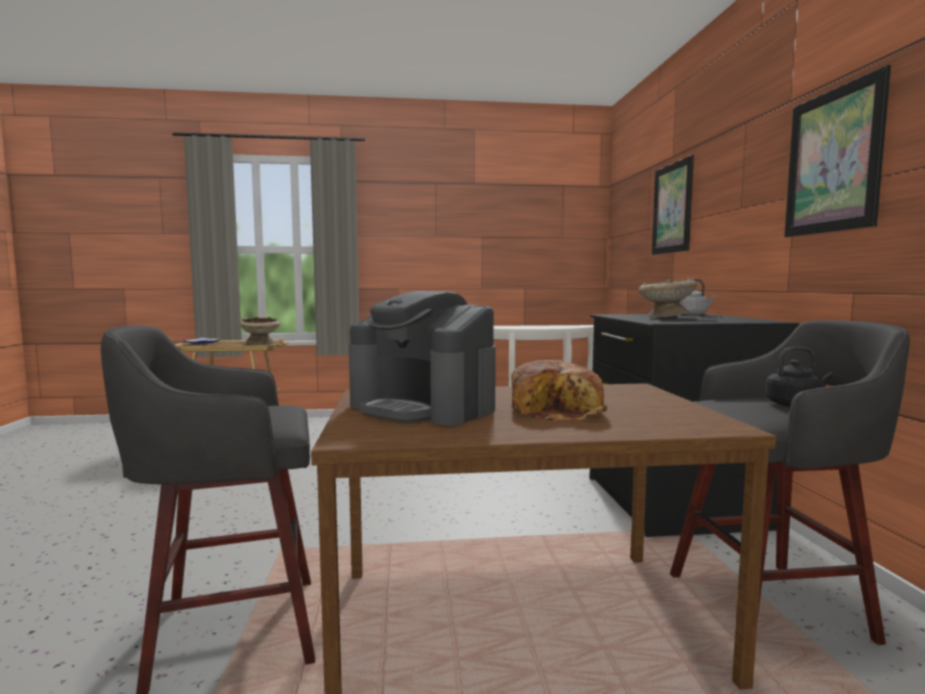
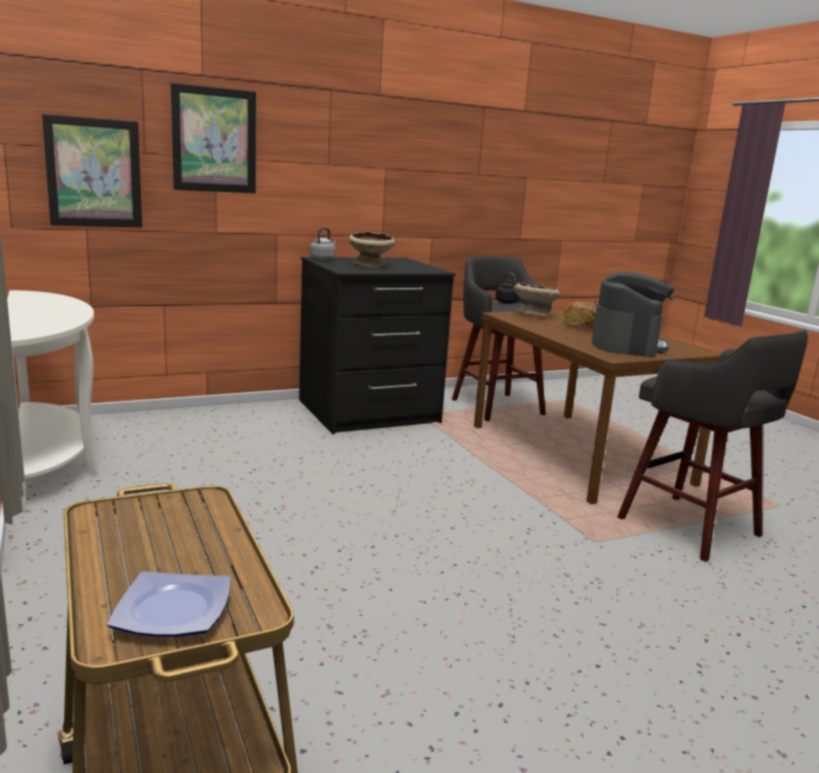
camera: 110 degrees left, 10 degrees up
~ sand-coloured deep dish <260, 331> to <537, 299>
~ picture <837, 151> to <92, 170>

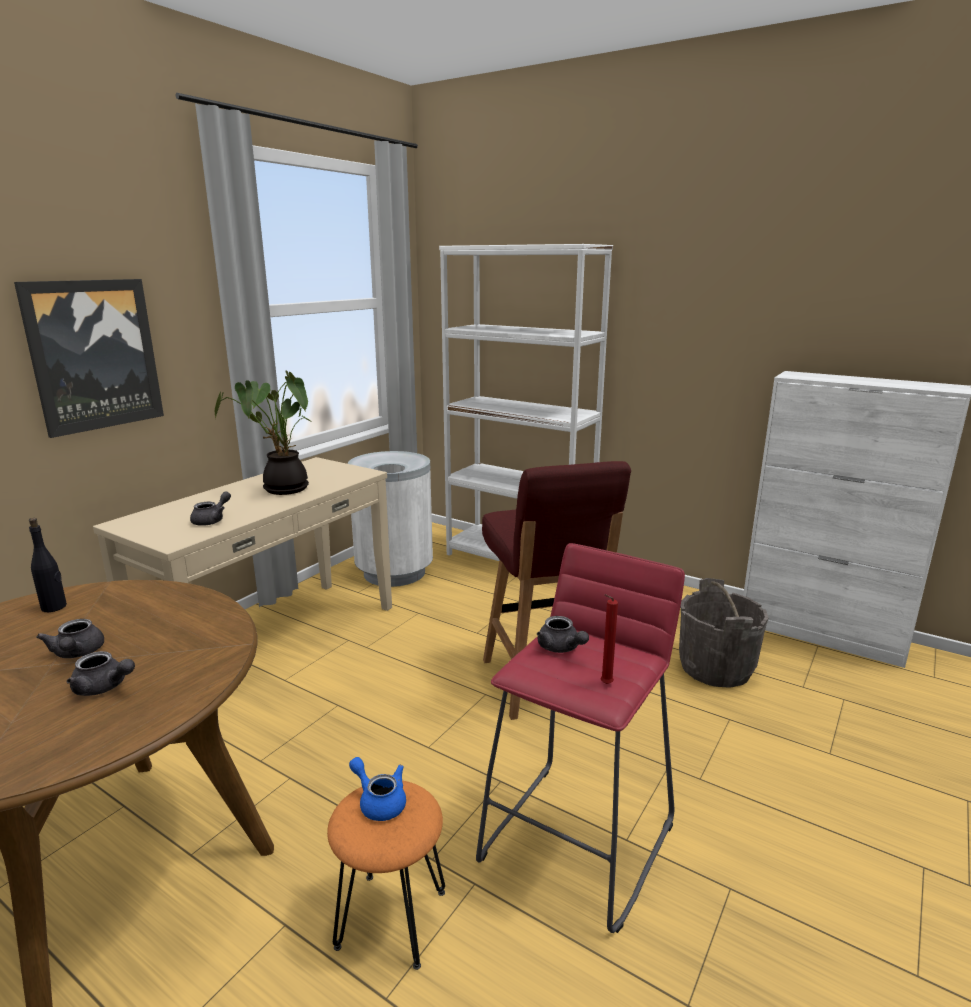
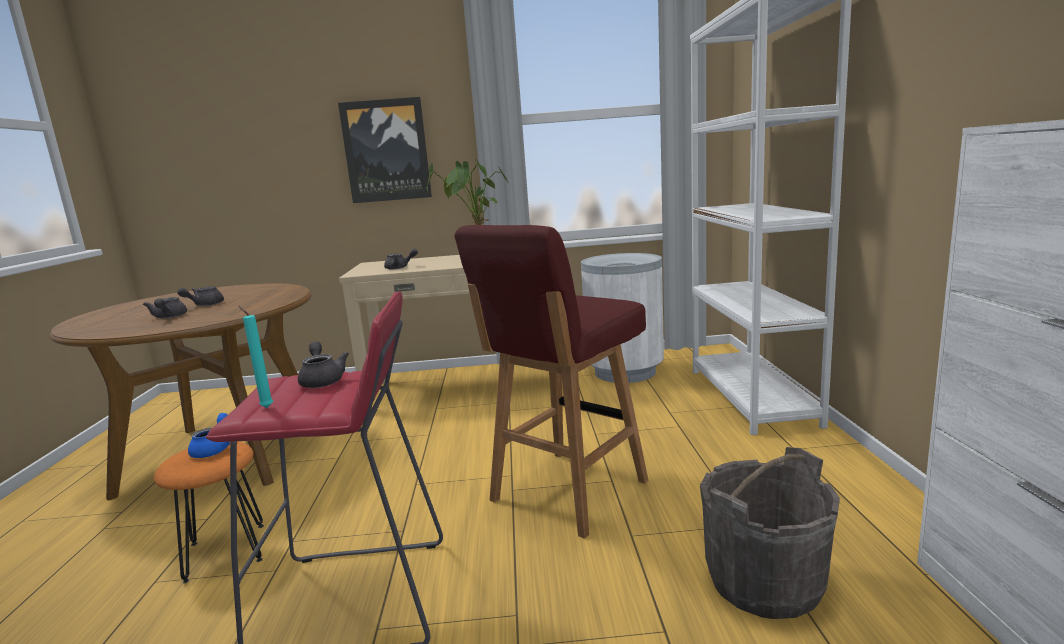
camera: 55 degrees right, 5 degrees down
- blackish drink bottle <48, 565>
~ grey pot for tea <563, 634> = <323, 364> 135 degrees clockwise
~ red candle <609, 639> to turquoise candle <255, 356>

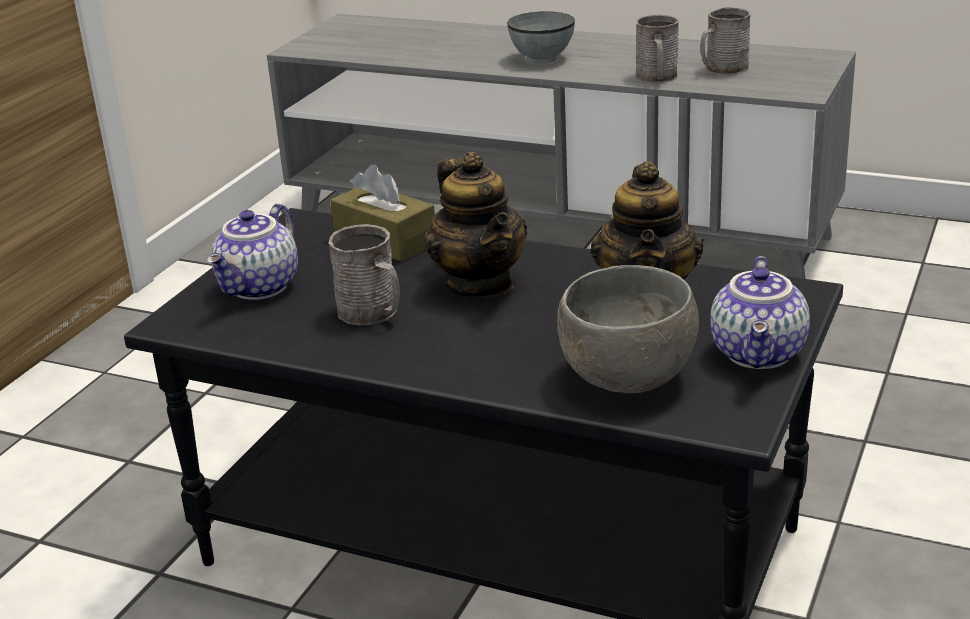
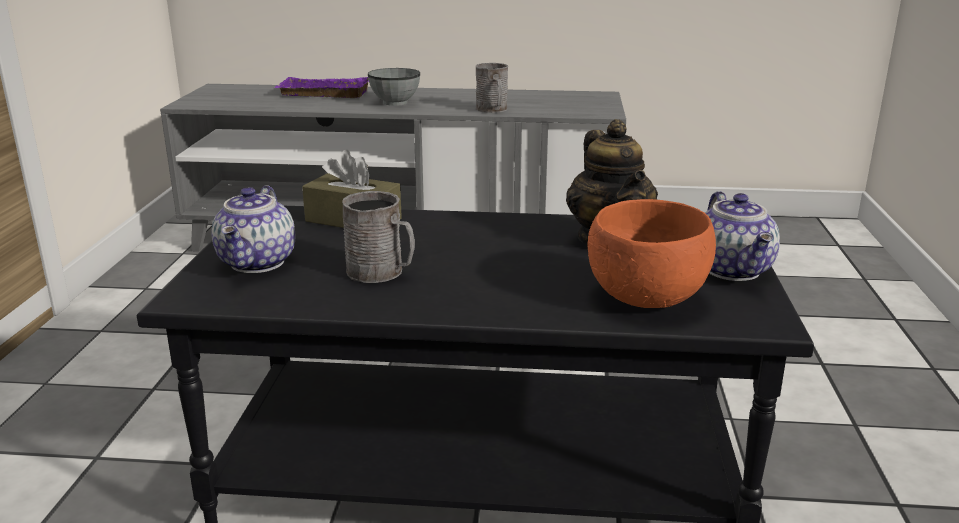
camera: 20 degrees left, 5 degrees down
- pot for tea <476, 225>
~ grey deep dish <628, 329> to orange-coloured deep dish <651, 253>
- grey tea mug <725, 41>
+ purple tray <321, 87>

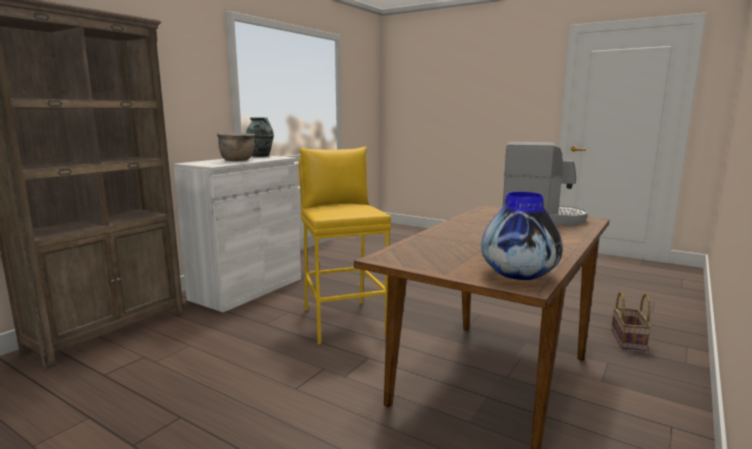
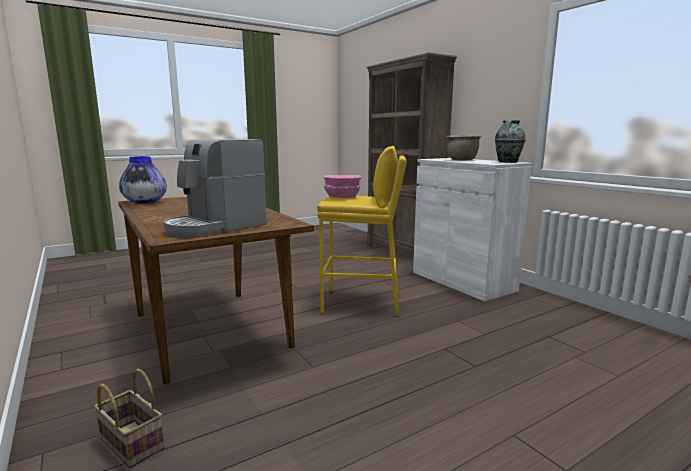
camera: 115 degrees right, 0 degrees up
+ pink-coloured deep dish <342, 186>

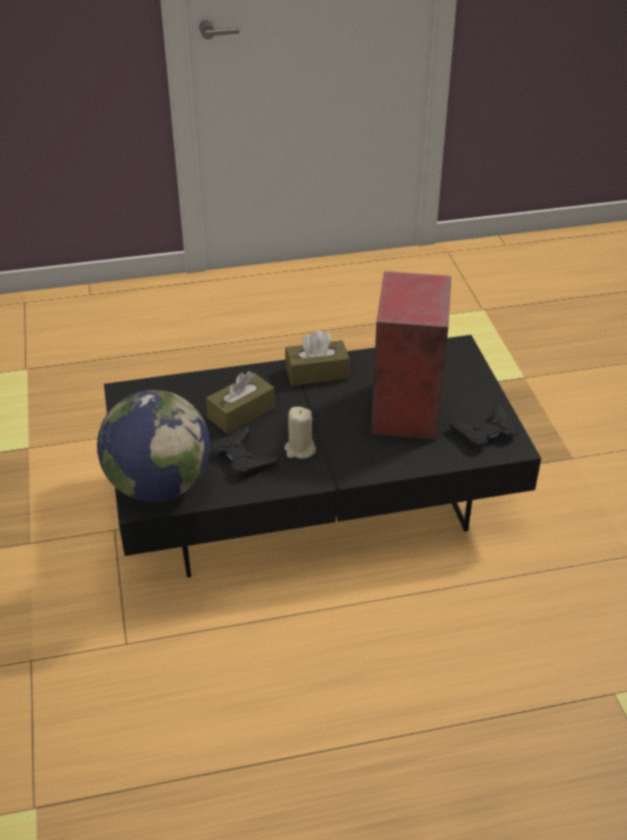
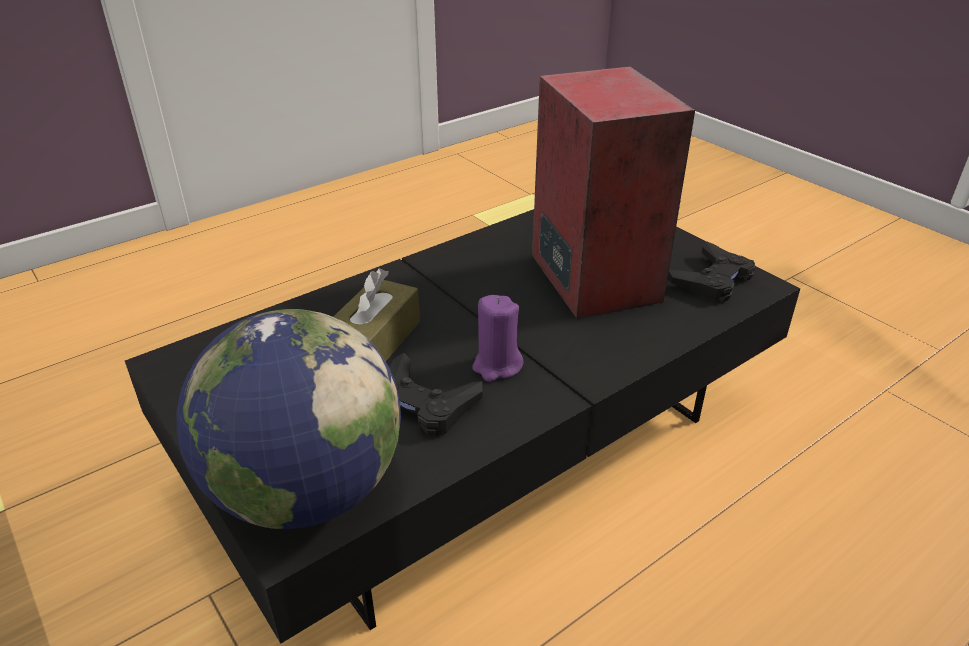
camera: 25 degrees left, 5 degrees down
~ sand-coloured candle <300, 433> to purple candle <498, 338>
- brown tissue box <317, 358>

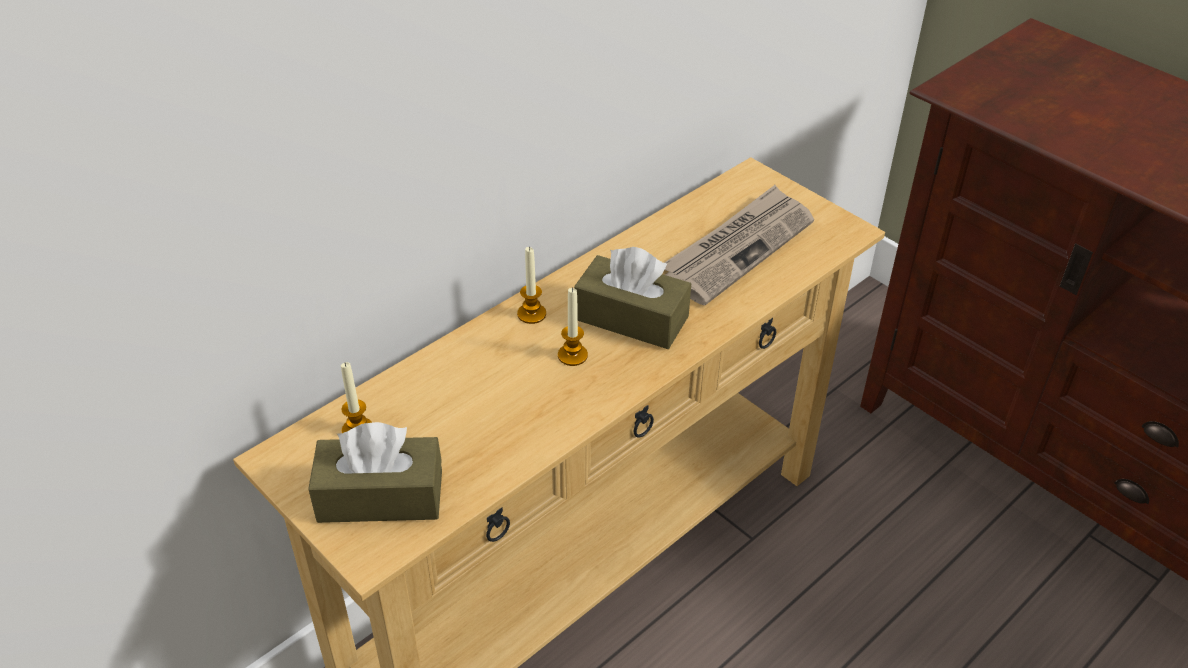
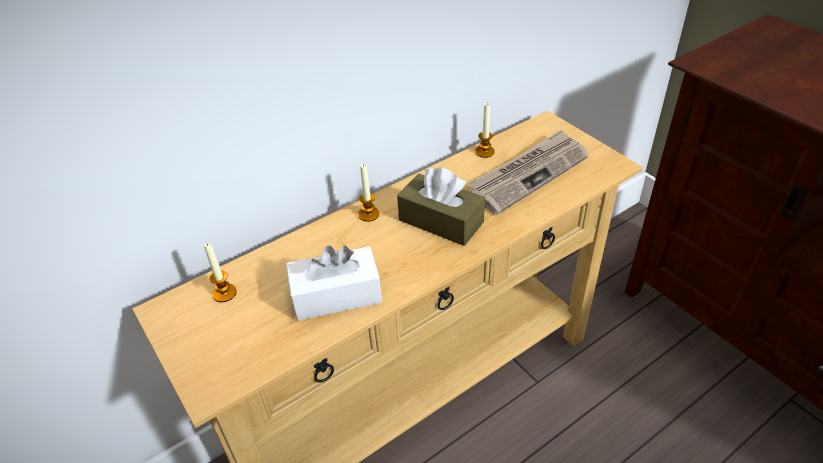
camera: 10 degrees right, 0 degrees up
- brown tissue box <375, 472>
~ candle <573, 327> to <485, 131>
+ white tissue box <334, 282>

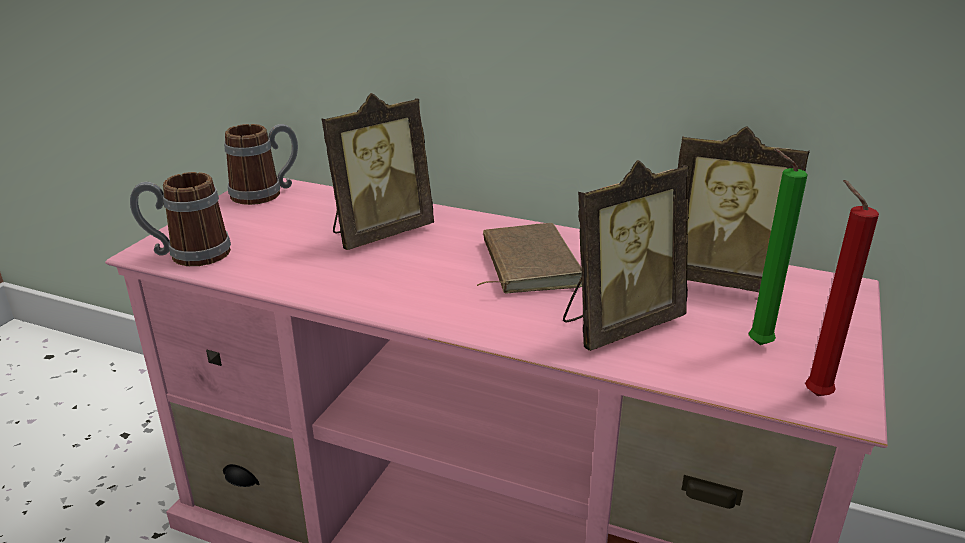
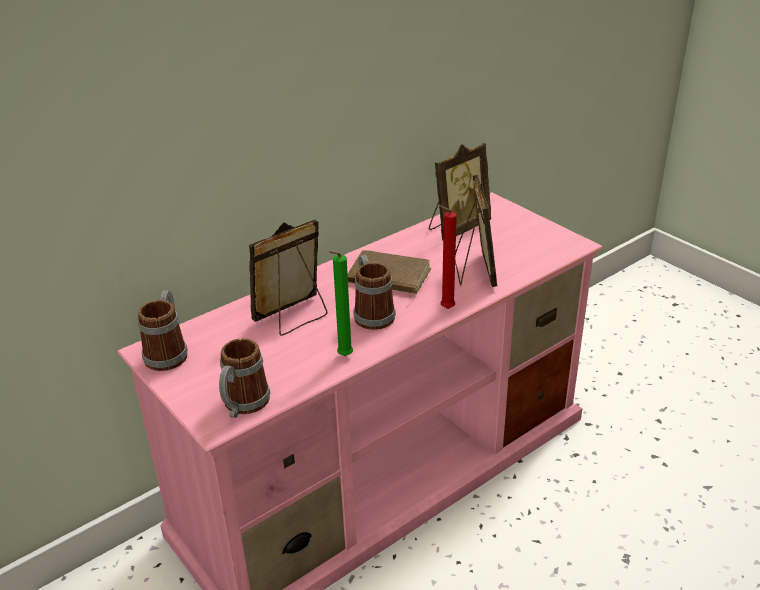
camera: 60 degrees left, 5 degrees up
~ picture frame <377, 171> = <288, 277> 120 degrees counterclockwise
~ greenish candle <778, 246> to <341, 303>
~ red candle <842, 288> to <447, 257>
+ tea mug <374, 292>

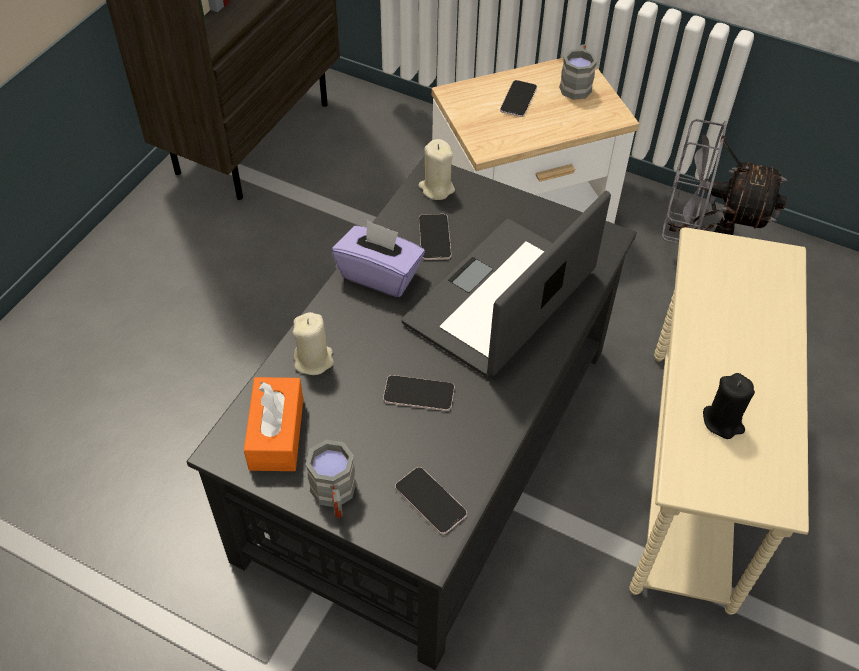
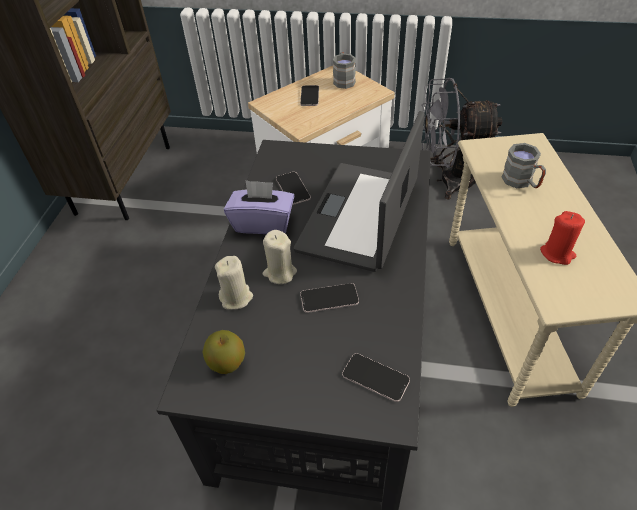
camera: 15 degrees left, 5 degrees down
~ orange-coloured tissue box <273, 424> to apple fruit <223, 352>
~ grey tea mug <330, 479> to <524, 165>
~ sand-coloured candle <436, 169> to <280, 257>
~ blackish candle <729, 406> to red candle <562, 238>

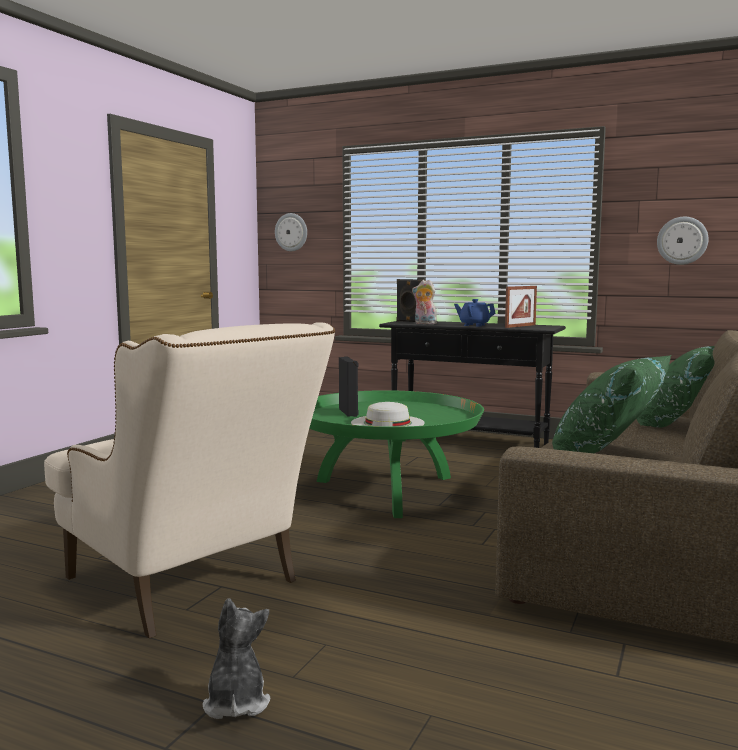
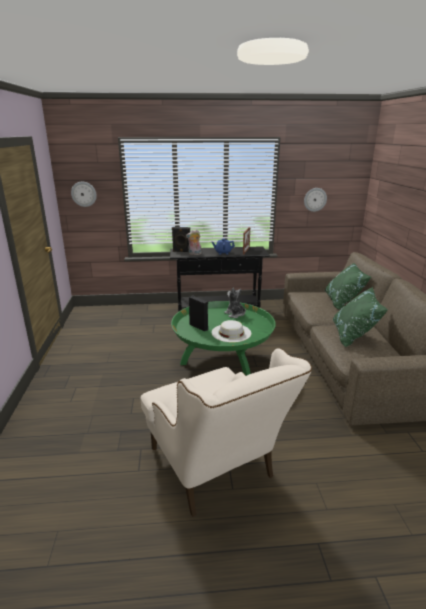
camera: 30 degrees left, 15 degrees up
~ sand-coloured easy chair <189, 480> = <226, 432> 45 degrees clockwise
~ plush toy <236, 658> to <235, 303>

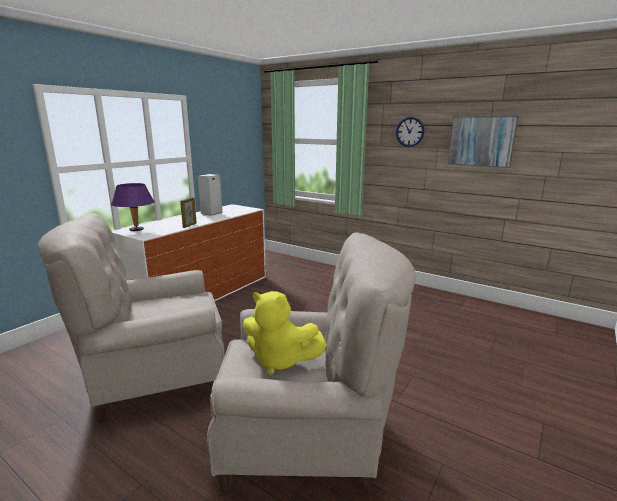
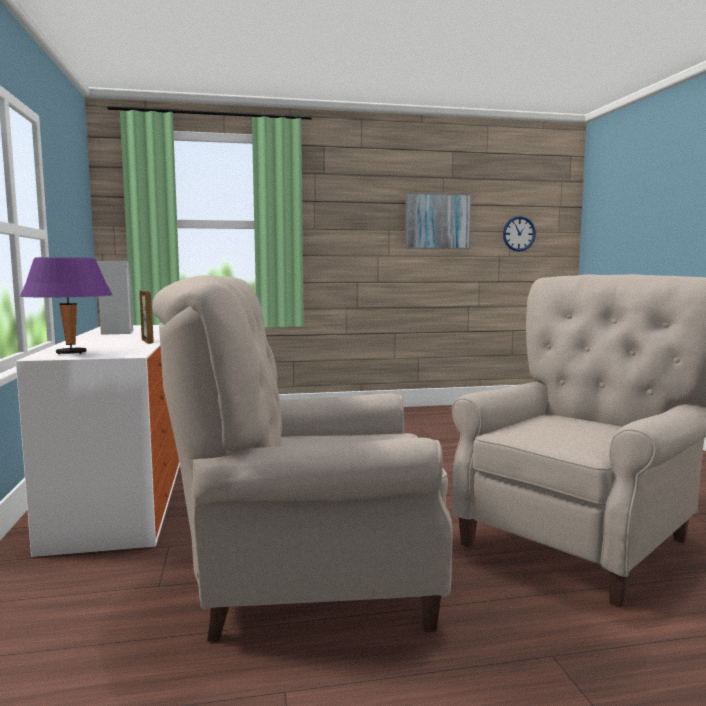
camera: 45 degrees left, 10 degrees down
~ sand-coloured easy chair <131, 317> = <302, 458> 60 degrees clockwise
- yellow-coloured plush toy <285, 333>
~ hanging clock <410, 132> to <519, 234>

